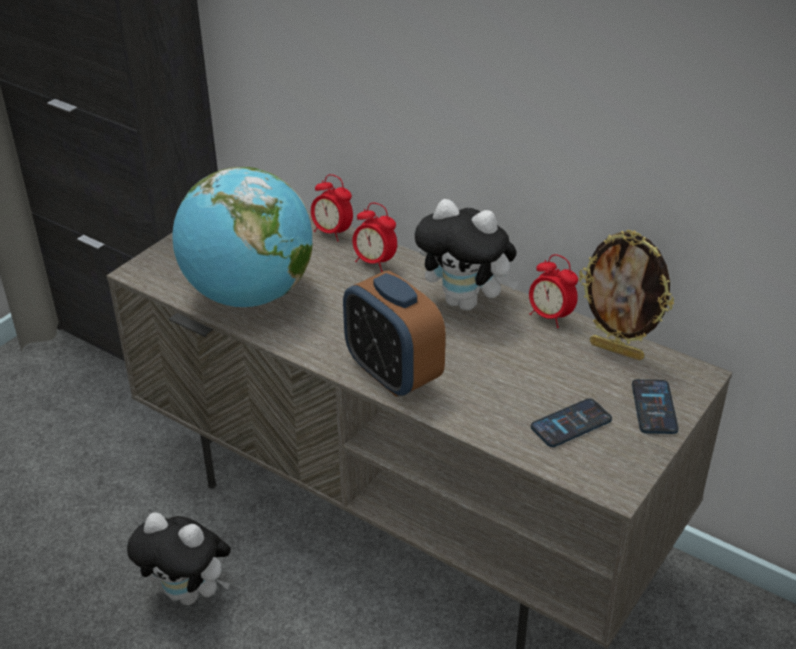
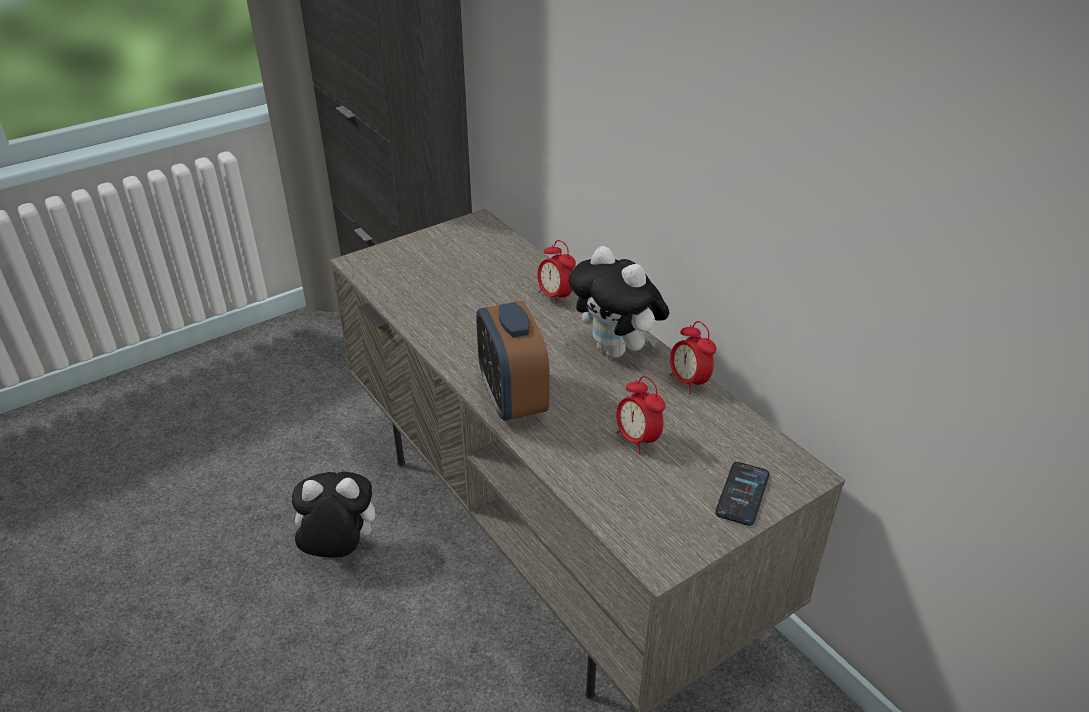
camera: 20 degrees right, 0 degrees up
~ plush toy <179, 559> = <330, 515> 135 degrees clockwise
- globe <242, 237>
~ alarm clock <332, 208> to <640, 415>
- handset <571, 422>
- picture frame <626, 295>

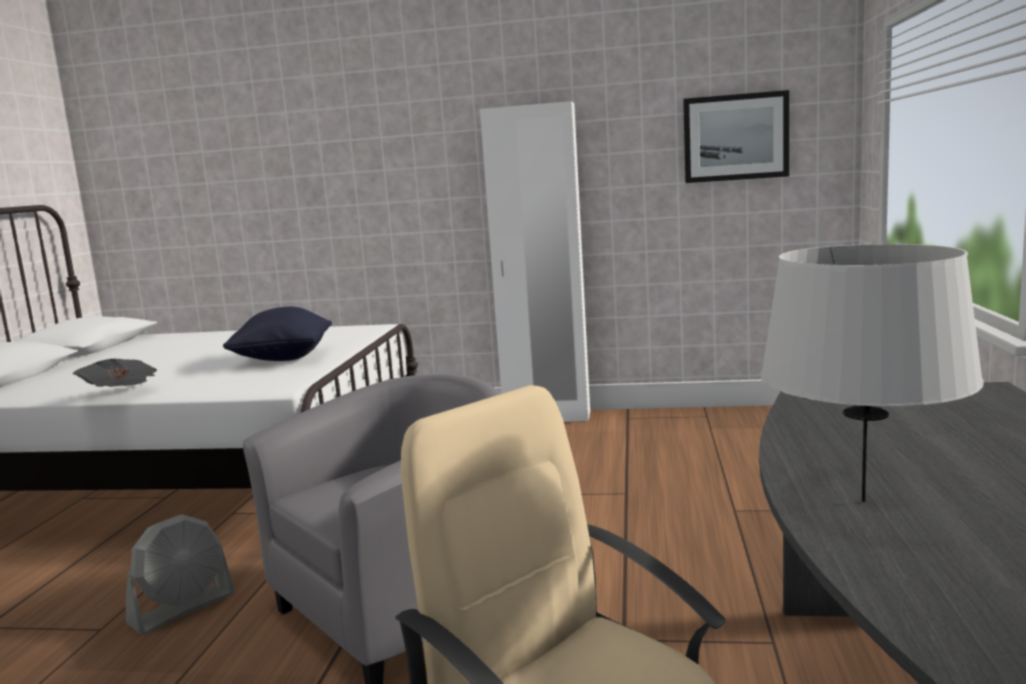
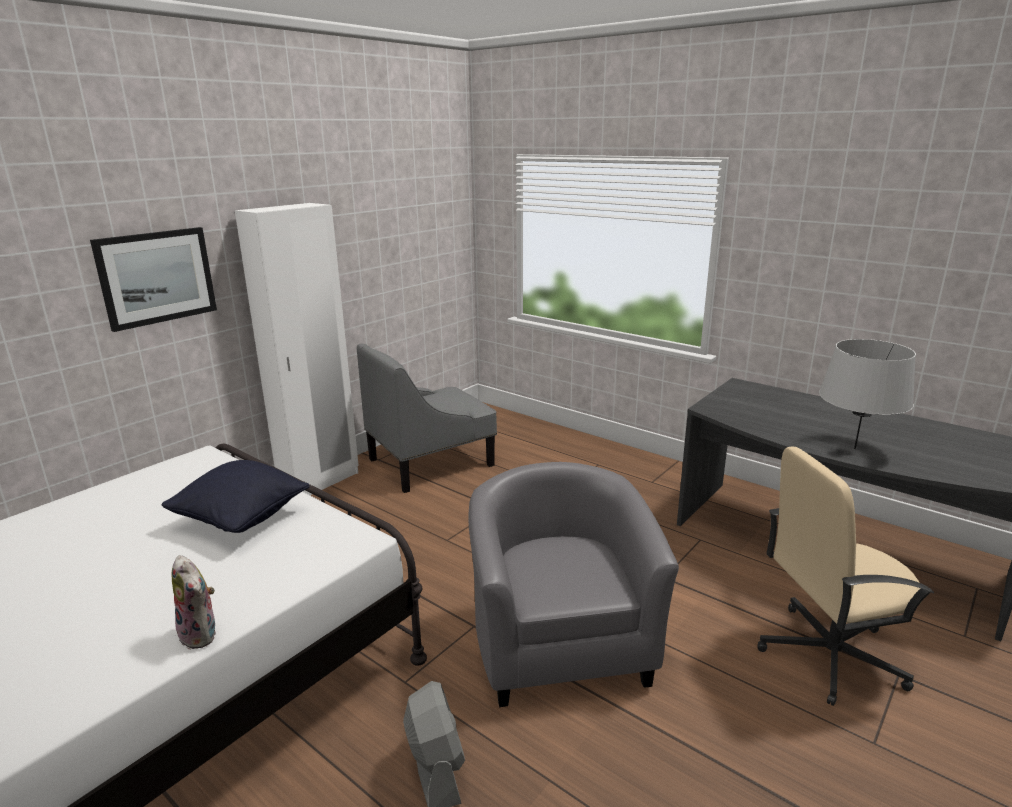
camera: 60 degrees left, 10 degrees up
~ newspaper <115, 373> to plush toy <194, 602>
~ picture <736, 136> to <153, 279>
+ grey easy chair <427, 418>

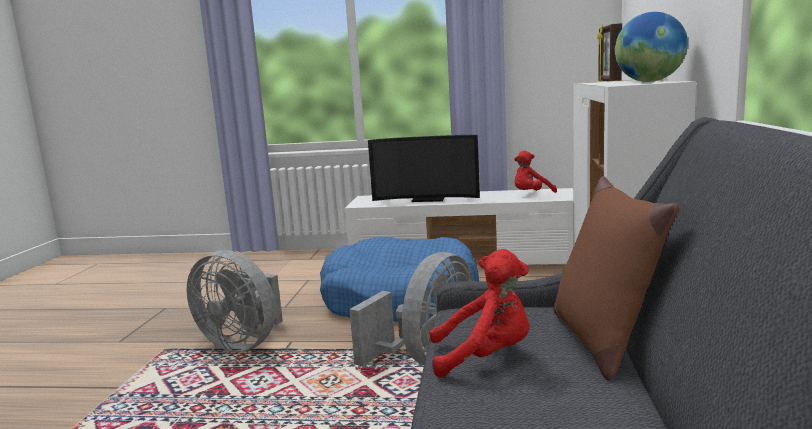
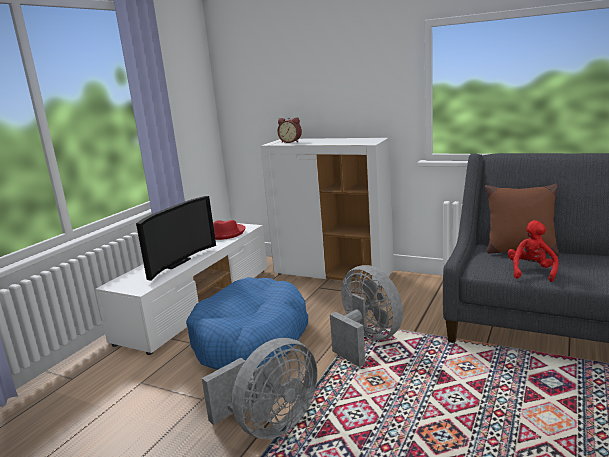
camera: 70 degrees left, 5 degrees up
~ red plush toy <535, 172> to red clothing hat <229, 230>
~ picture frame <609, 52> to alarm clock <290, 130>
- globe <651, 47>

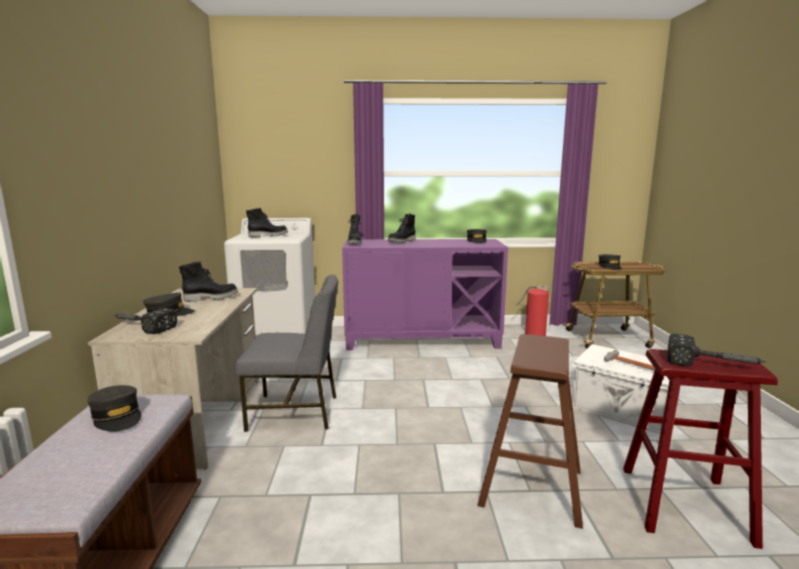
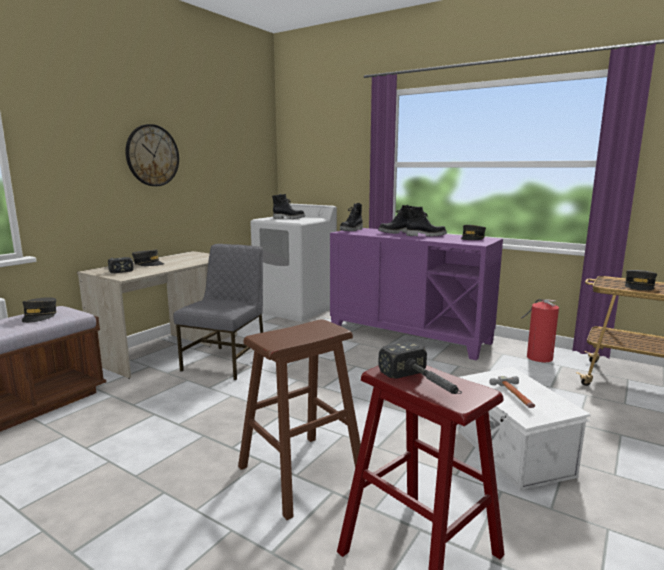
camera: 35 degrees right, 0 degrees up
~ blackish high-top boot <208, 281> to <426, 222>
~ grey chair <287, 353> = <218, 312> 105 degrees counterclockwise
+ hanging clock <152, 155>

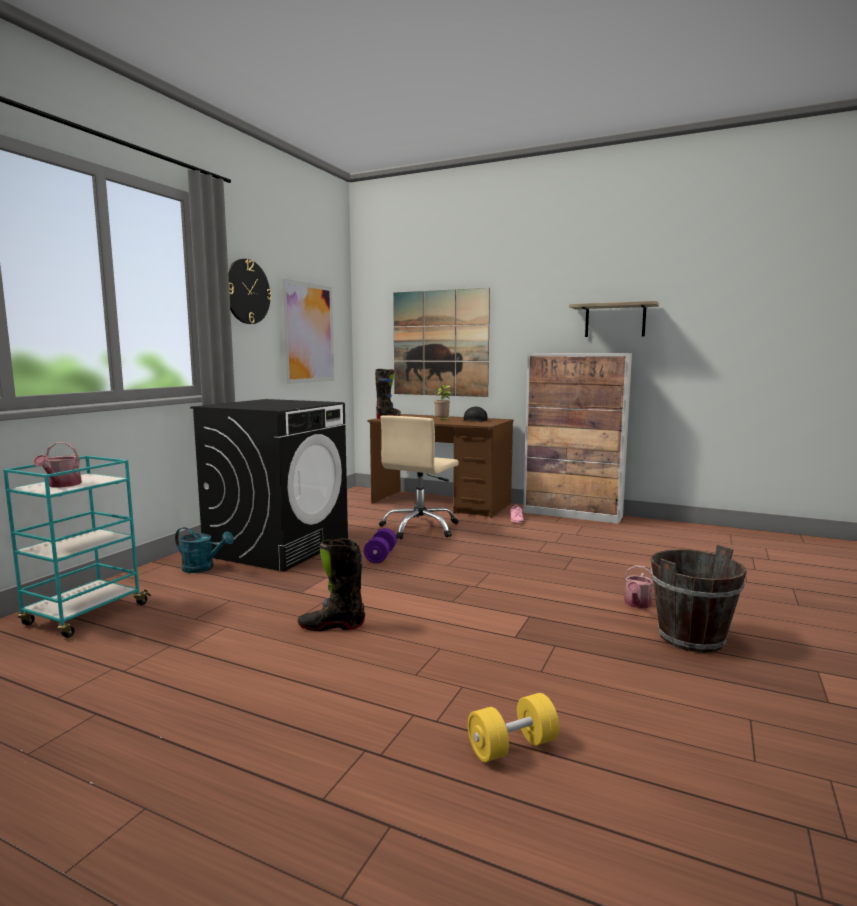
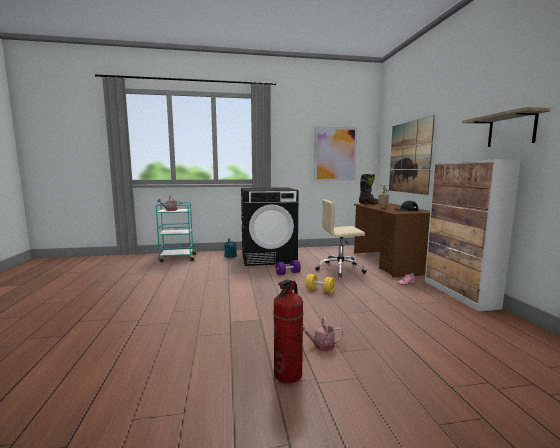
camera: 55 degrees right, 0 degrees up
- hanging clock <250, 291>
- blackish high-top boot <331, 585>
~ yellow-coloured dumbbell <513, 727> to <320, 283>
~ brown pail <699, 599> to extinguisher <288, 331>

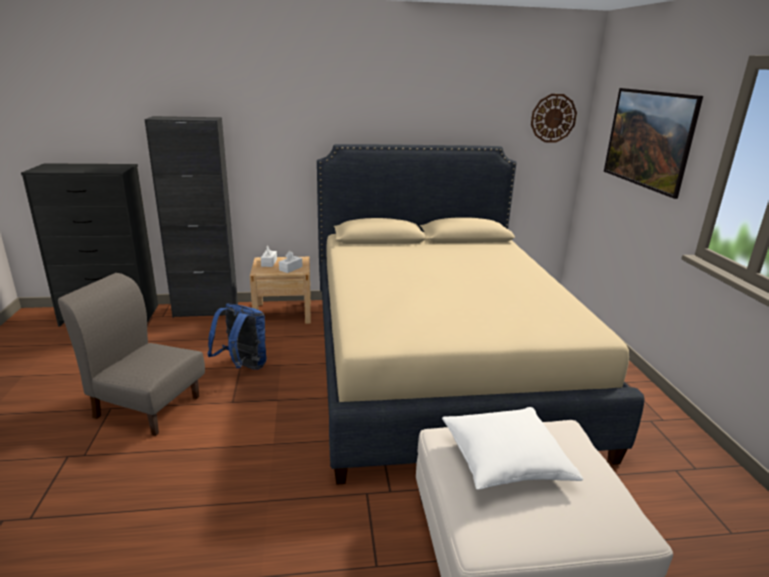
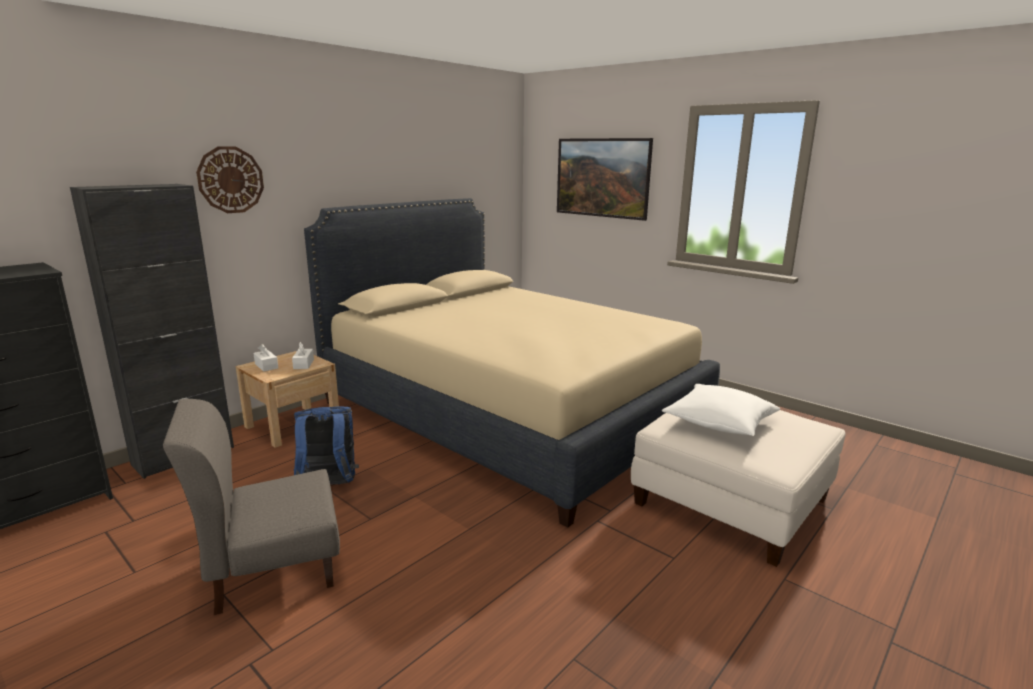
camera: 40 degrees left, 5 degrees down
~ hanging clock <554, 118> to <230, 179>

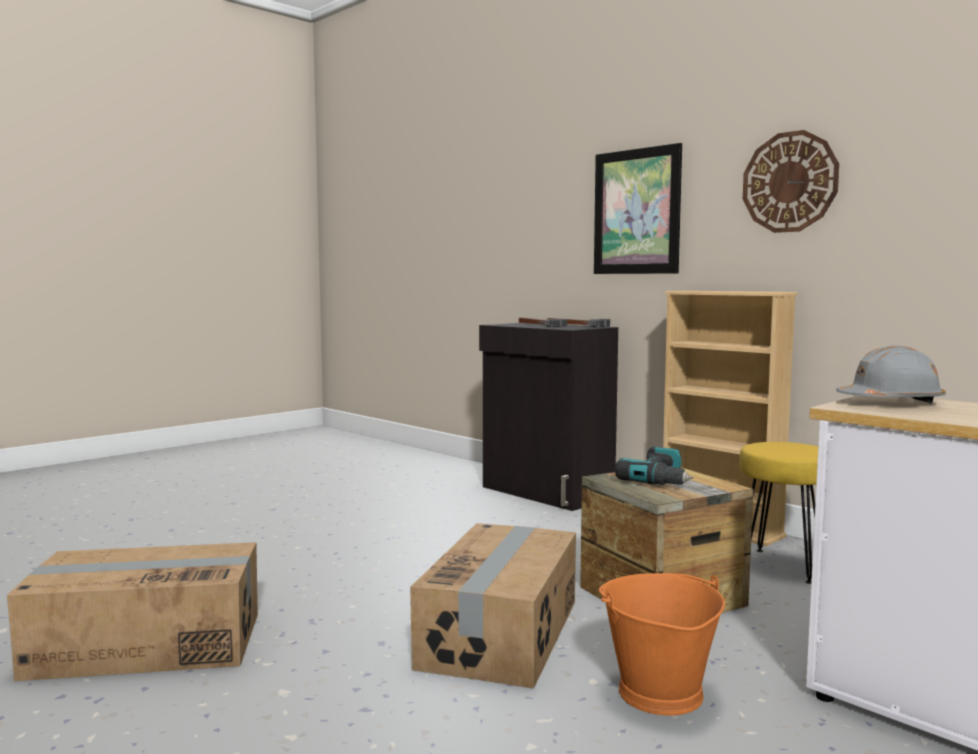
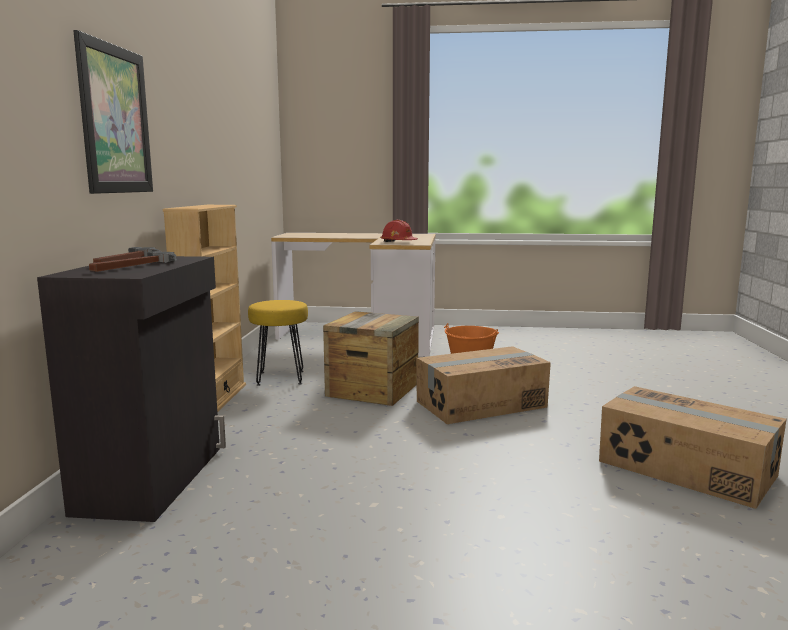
camera: 130 degrees left, 5 degrees up
- power drill <654, 465>
- hanging clock <791, 181>
~ grey safety helmet <891, 374> to red safety helmet <399, 231>

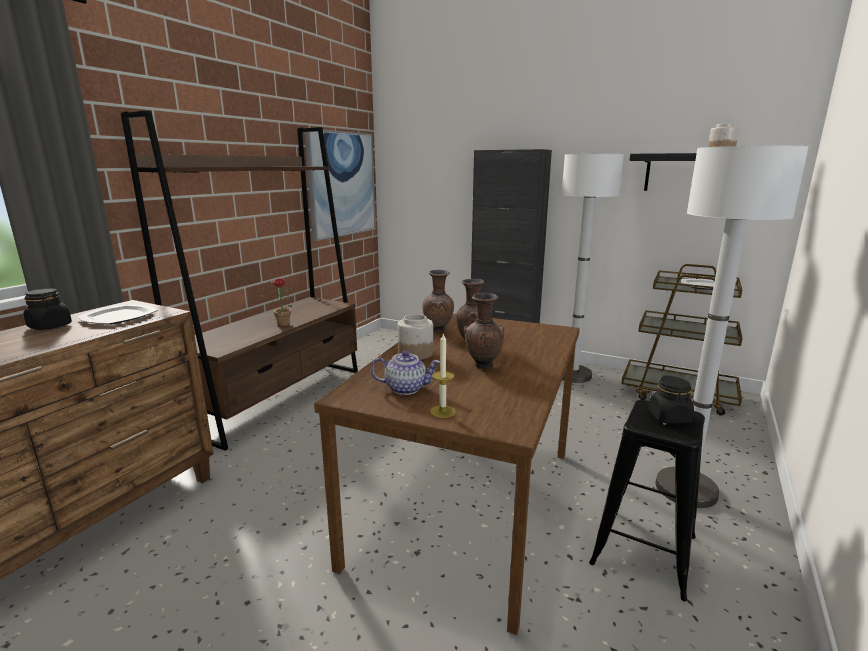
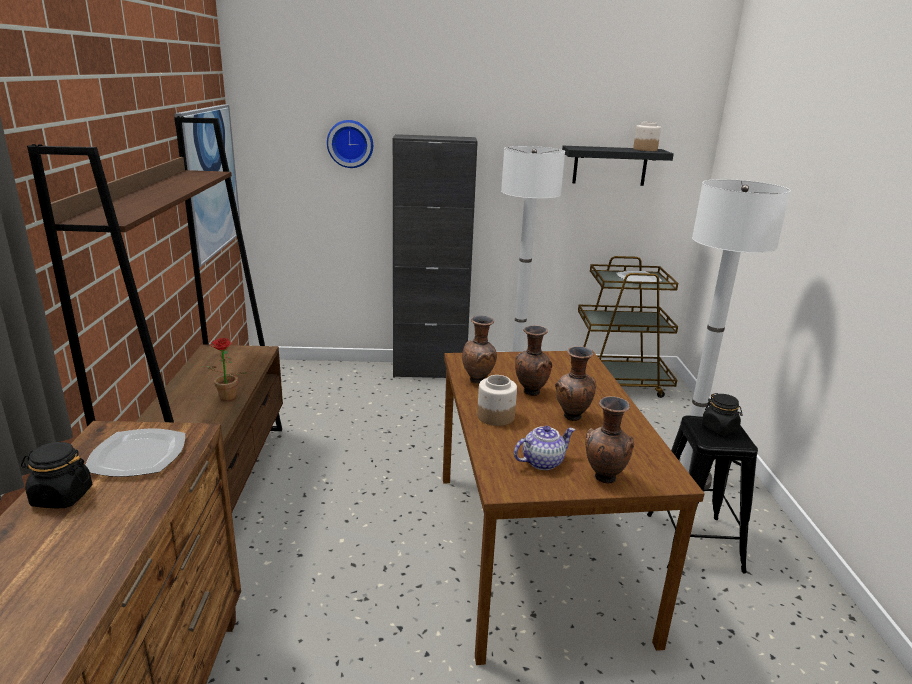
camera: 30 degrees left, 5 degrees up
~ candle <443, 375> to brown flower vase <609, 439>
+ hanging clock <350, 144>

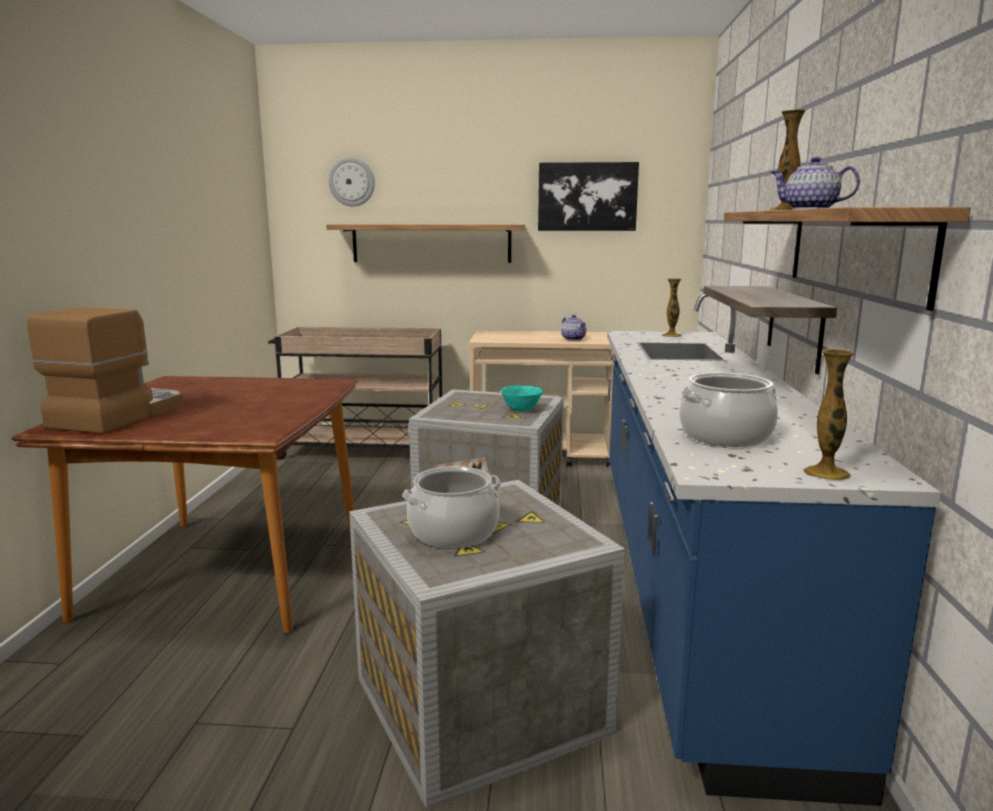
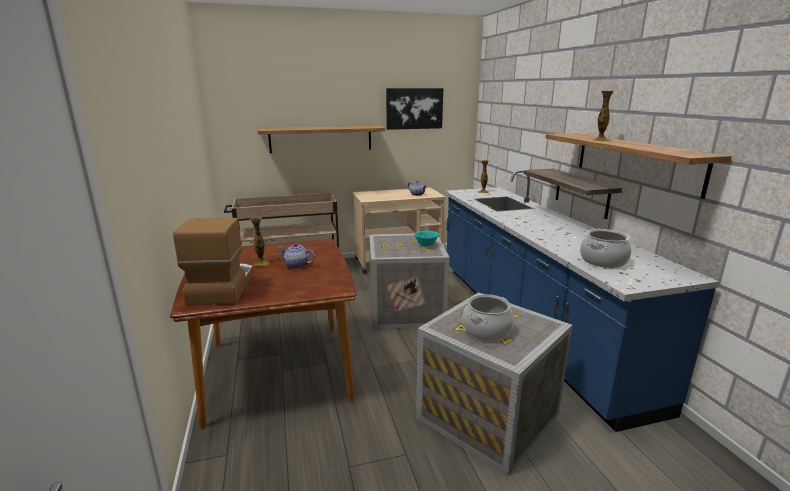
camera: 20 degrees left, 5 degrees up
- hanging clock <352, 182>
~ pot for tea <815, 183> to <296, 256>
~ flower vase <829, 414> to <260, 241>

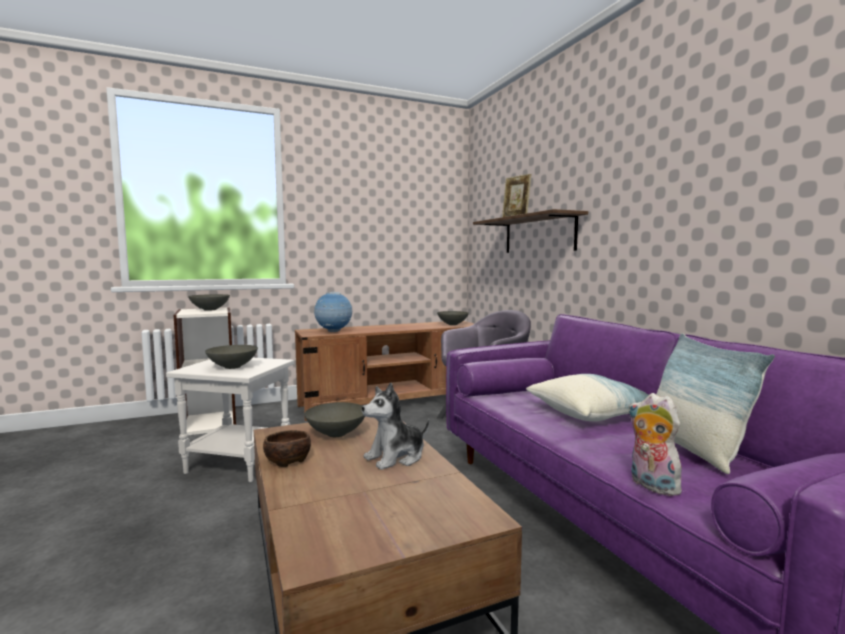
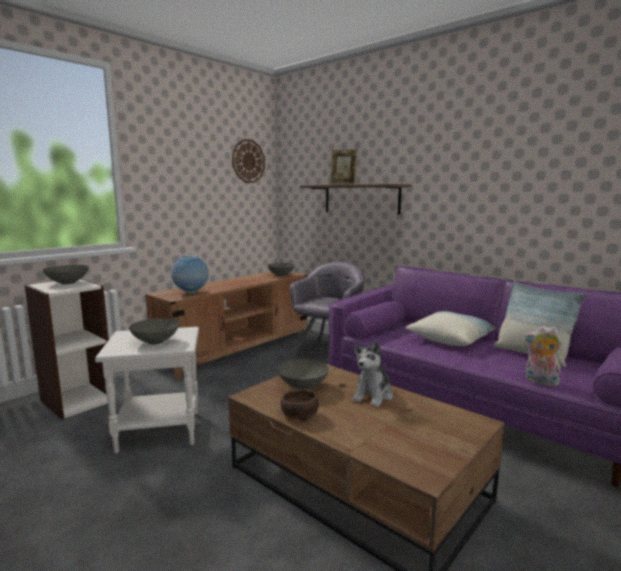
camera: 25 degrees left, 5 degrees up
+ hanging clock <248, 161>

